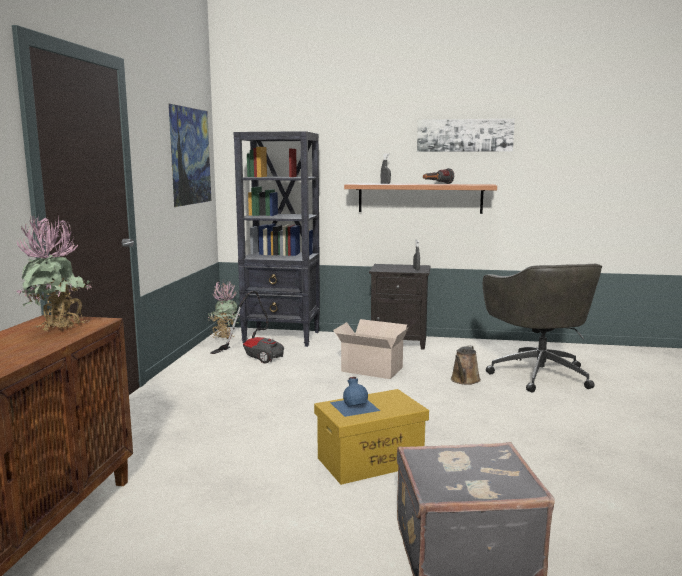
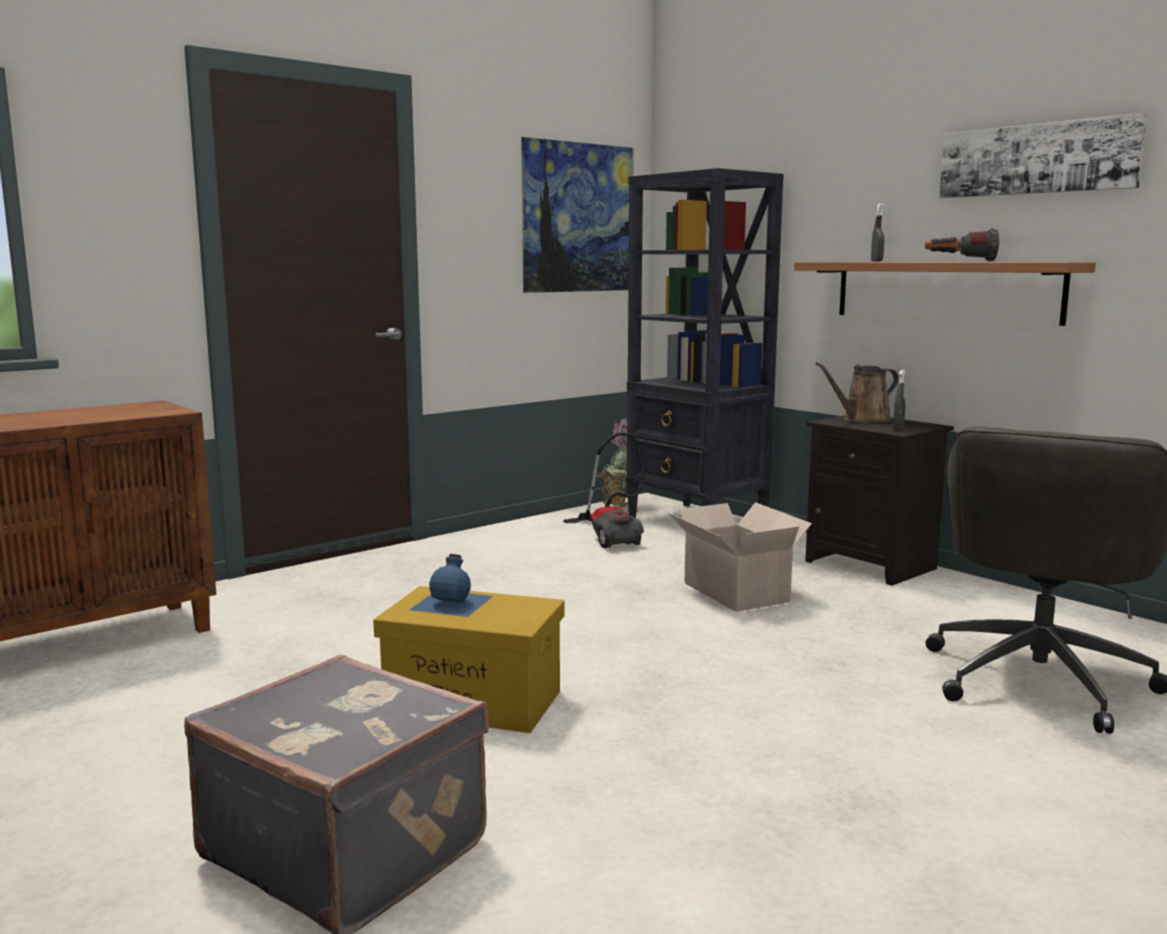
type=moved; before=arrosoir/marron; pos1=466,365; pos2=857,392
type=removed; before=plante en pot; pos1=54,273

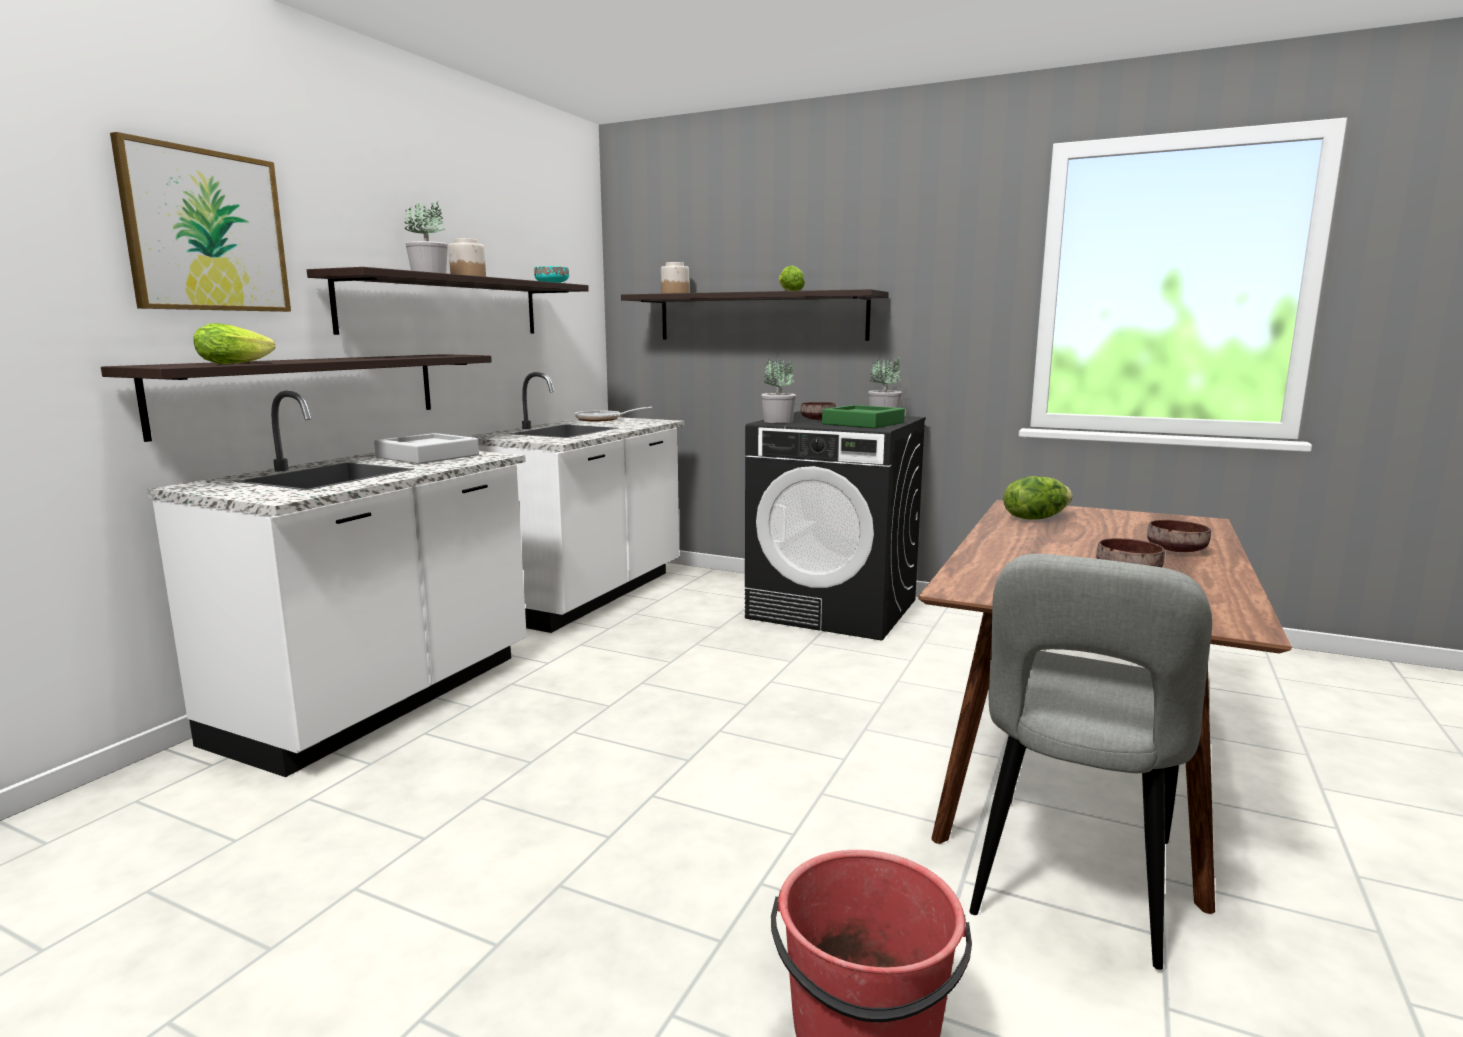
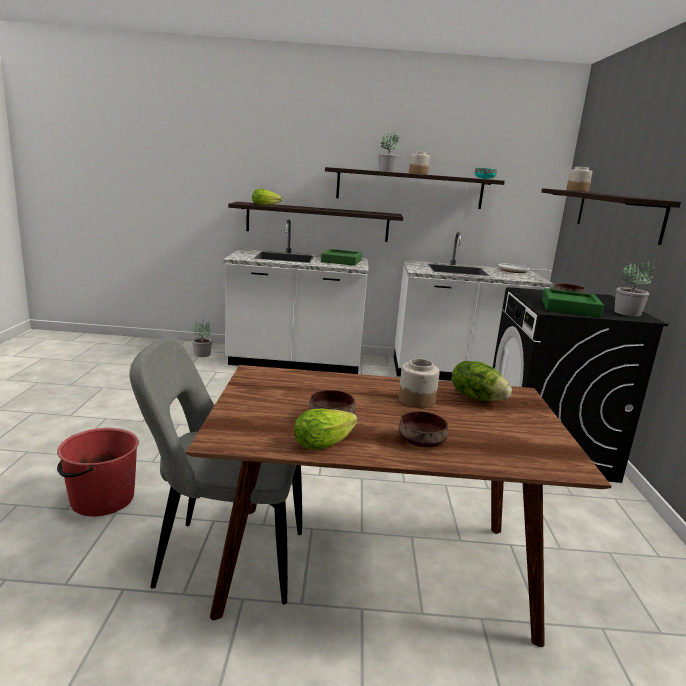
type=moved; before=plante en pot; pos1=778,390; pos2=202,338
type=moved; before=laitue; pos1=792,278; pos2=326,429
type=recoloured; before=plateau/gris; after=plateau/vert; pos1=426,448; pos2=341,257
type=added; after=bocal; pos2=419,383
type=removed; before=tableau; pos1=200,222

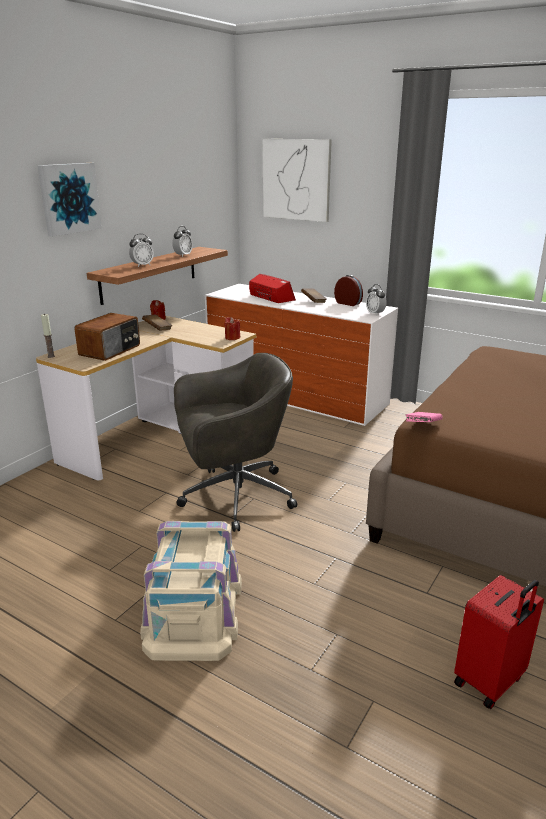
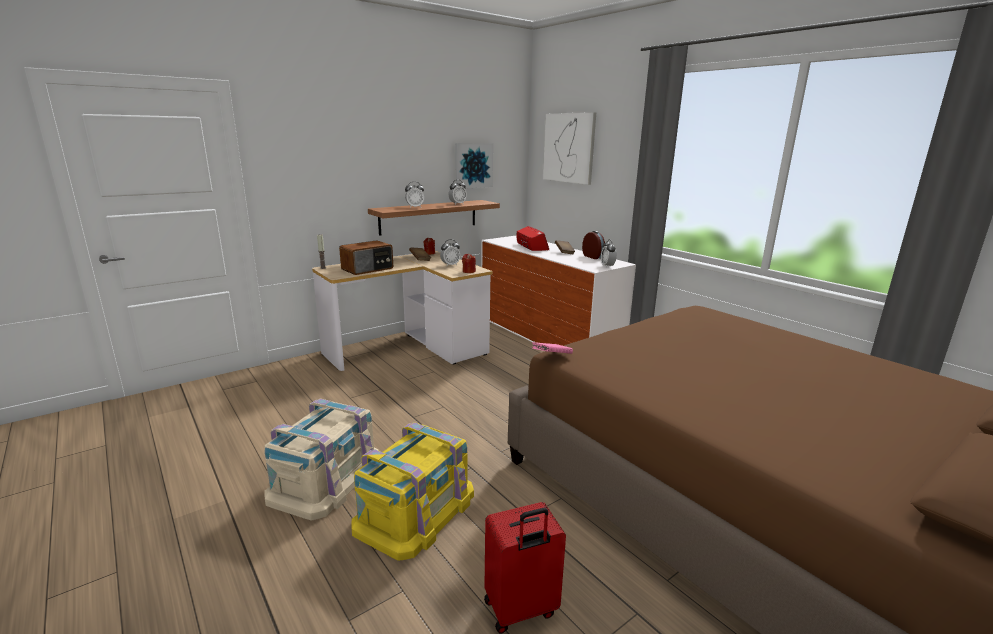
type=added; after=boîte de rangement/jaune; pos2=412,491
type=added; after=réveil; pos2=450,252
type=moved; before=tableau; pos1=69,200; pos2=474,166
type=removed; before=chaise de bureau/gris; pos1=235,442

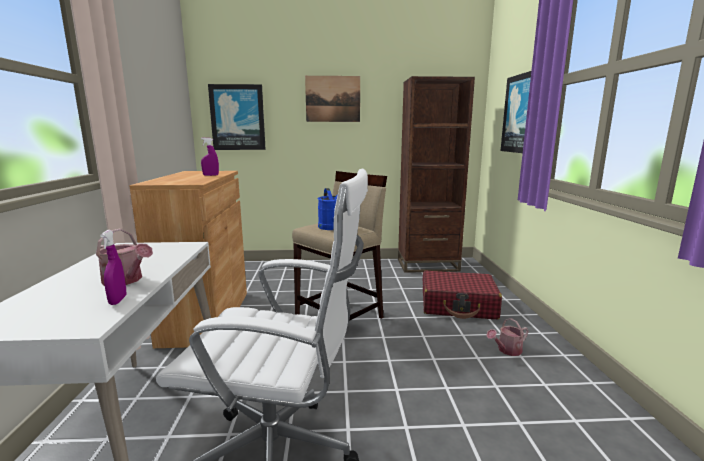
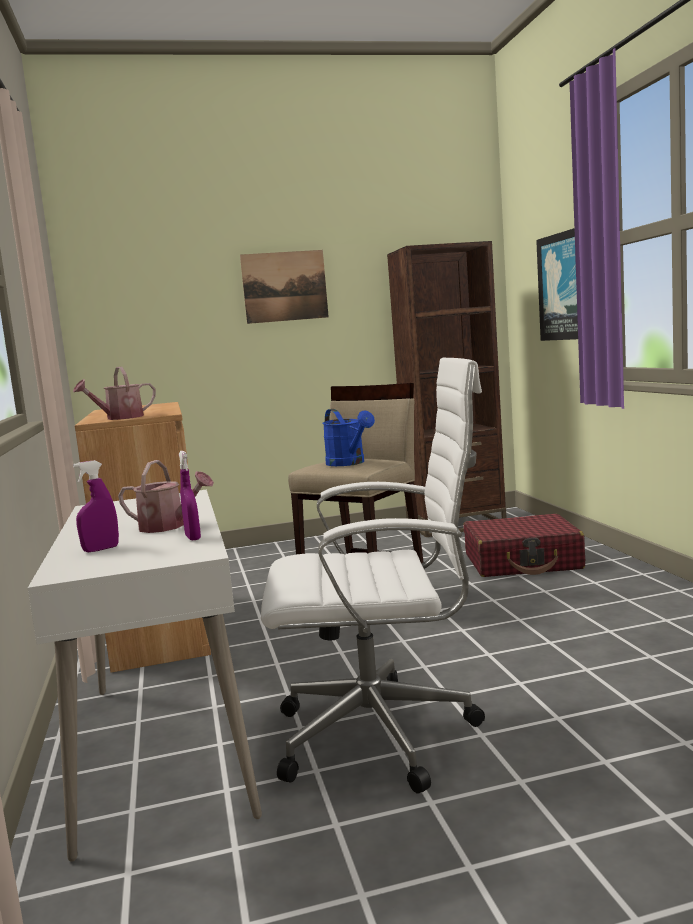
type=moved; before=arrosoir; pos1=507,337; pos2=114,393
type=moved; before=vaporisateur/violet; pos1=210,157; pos2=96,506
type=removed; before=tableau; pos1=237,117

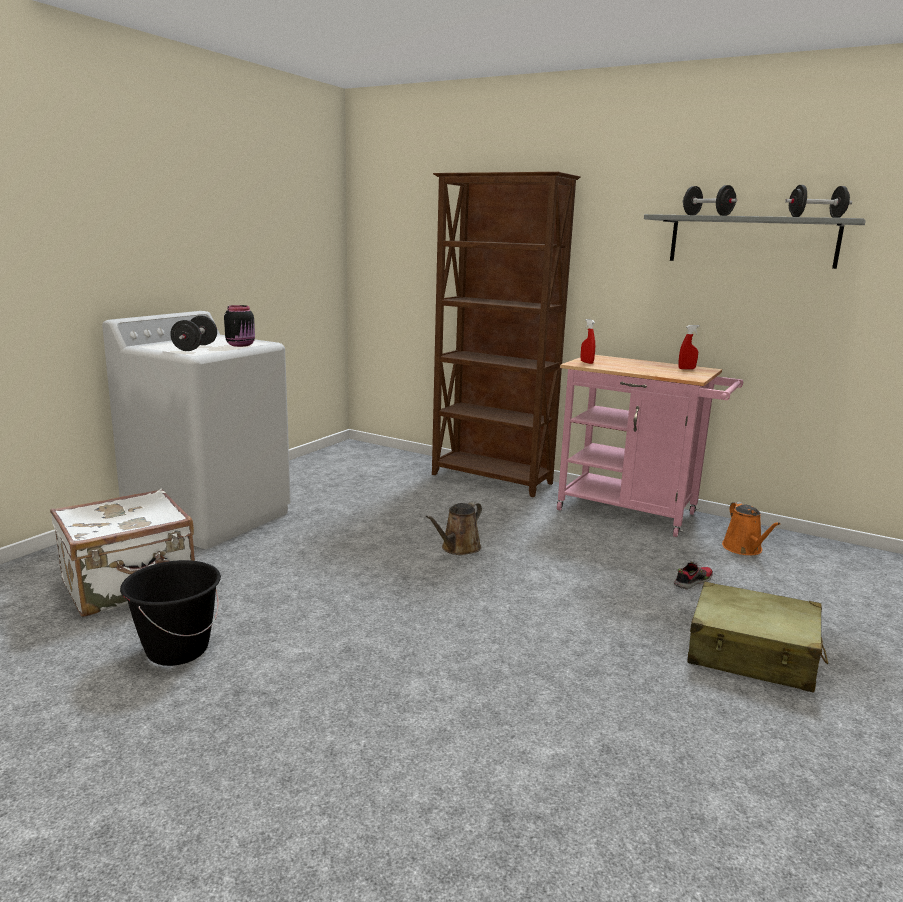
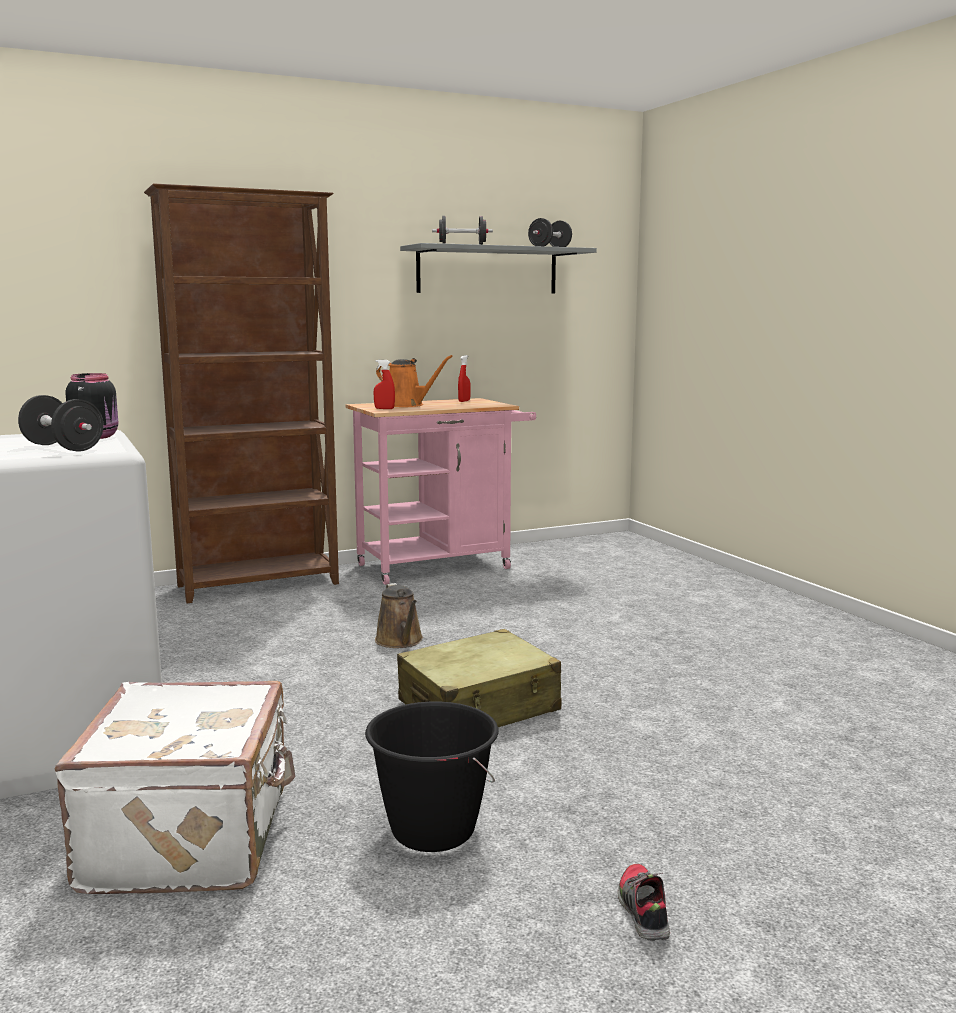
type=moved; before=arrosoir/orange; pos1=751,528; pos2=414,381
type=moved; before=valise/beige; pos1=757,637; pos2=479,678
type=moved; before=chaussure; pos1=693,575; pos2=644,902

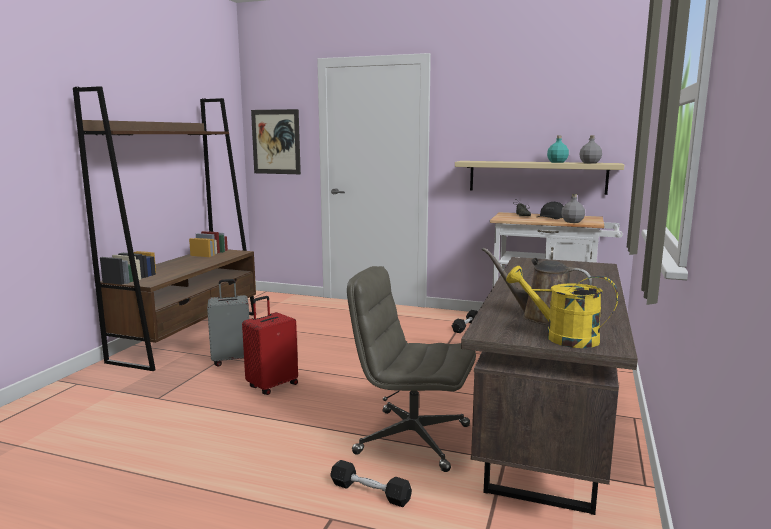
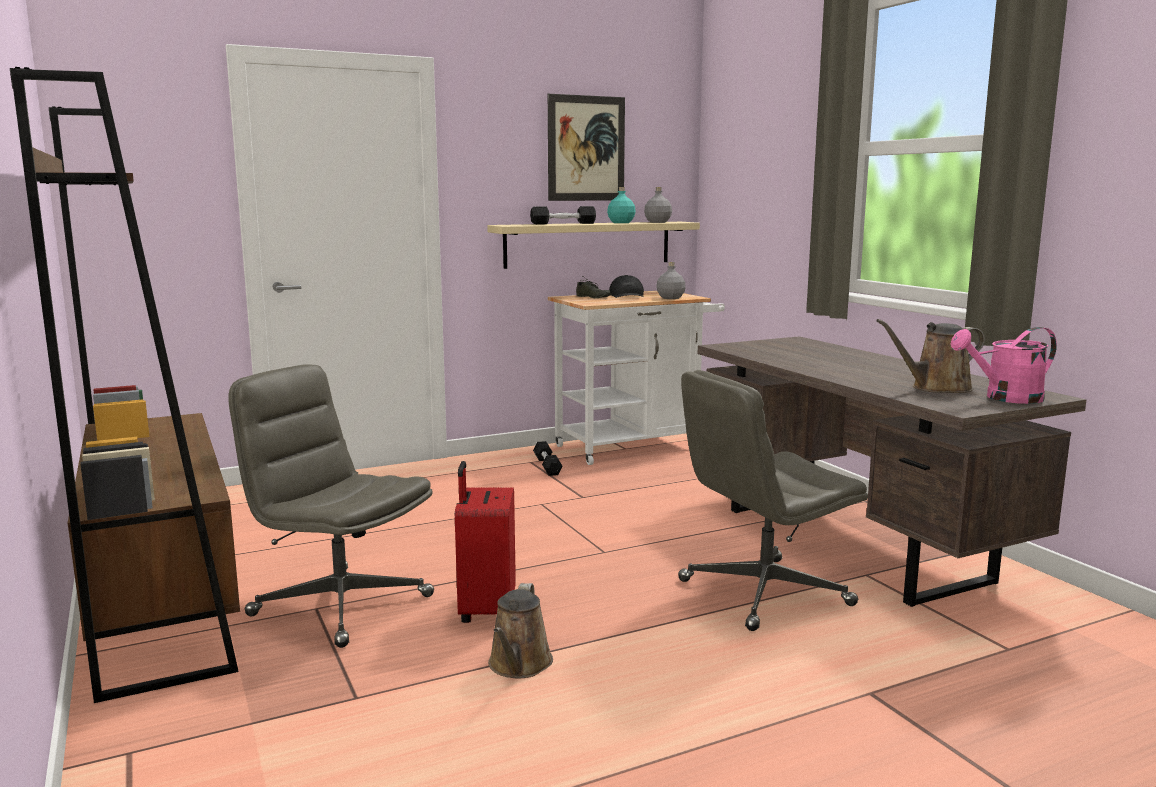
type=replaced; before=valise/gris; after=chaise de bureau/gris; pos1=228,323; pos2=331,506
type=added; after=arrosoir/marron; pos2=520,630
type=moved; before=haltère/noir; pos1=371,483; pos2=563,215
type=moved; before=tableau; pos1=276,141; pos2=586,147
type=recoloured; before=arrosoir/jaune; after=arrosoir/rose; pos1=562,307; pos2=1003,365

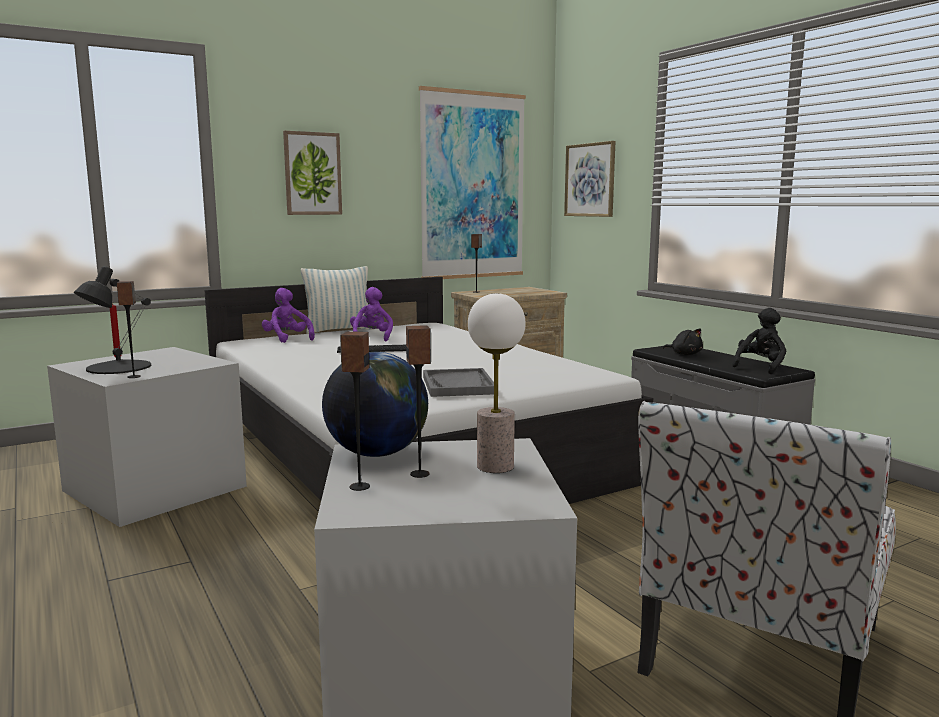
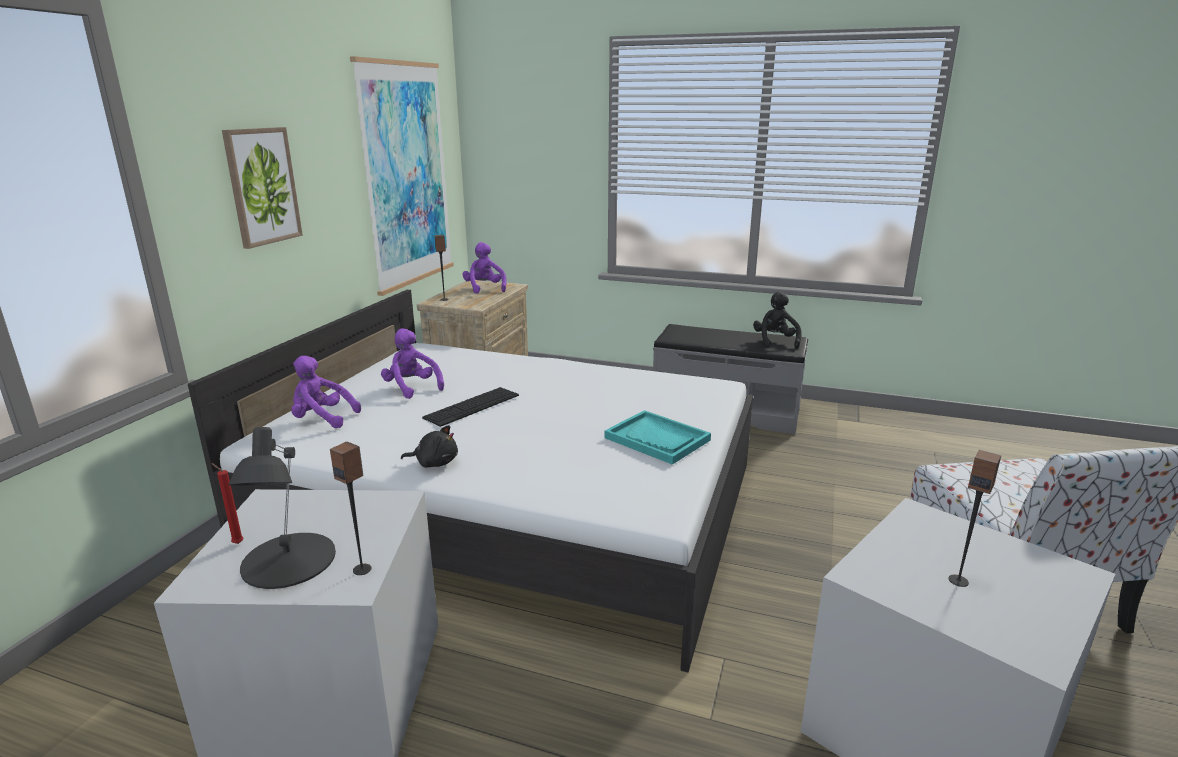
type=moved; before=peluche/noir; pos1=683,341; pos2=429,446
type=added; after=peluche/violet; pos2=484,268
type=recoloured; before=plateau/gris; after=plateau/turquoise; pos1=458,382; pos2=657,437
type=removed; before=coussin; pos1=337,300
type=removed; before=globe; pos1=375,404
type=removed; before=enceinte; pos1=355,411
type=removed; before=lampe de table; pos1=497,383
type=removed; before=tableau; pos1=590,179

